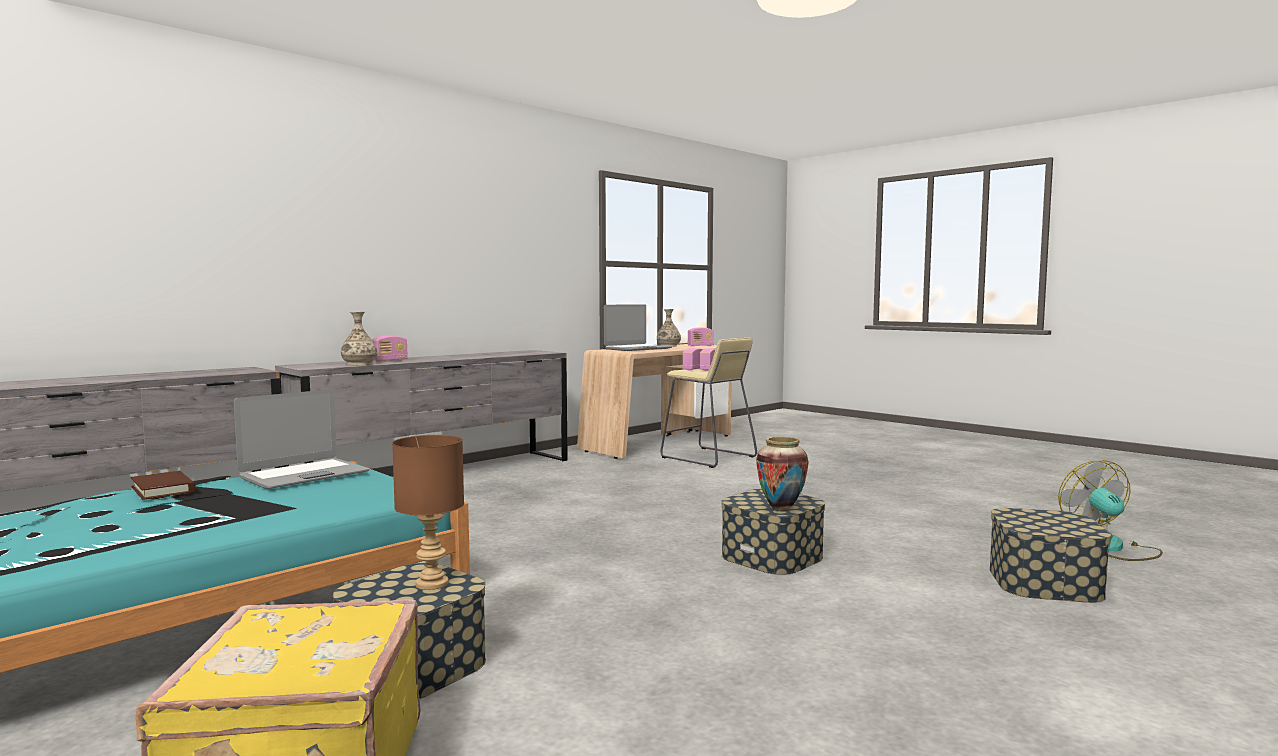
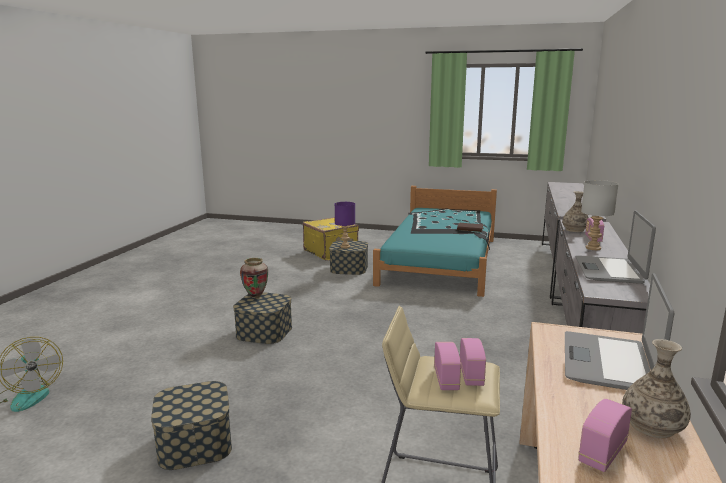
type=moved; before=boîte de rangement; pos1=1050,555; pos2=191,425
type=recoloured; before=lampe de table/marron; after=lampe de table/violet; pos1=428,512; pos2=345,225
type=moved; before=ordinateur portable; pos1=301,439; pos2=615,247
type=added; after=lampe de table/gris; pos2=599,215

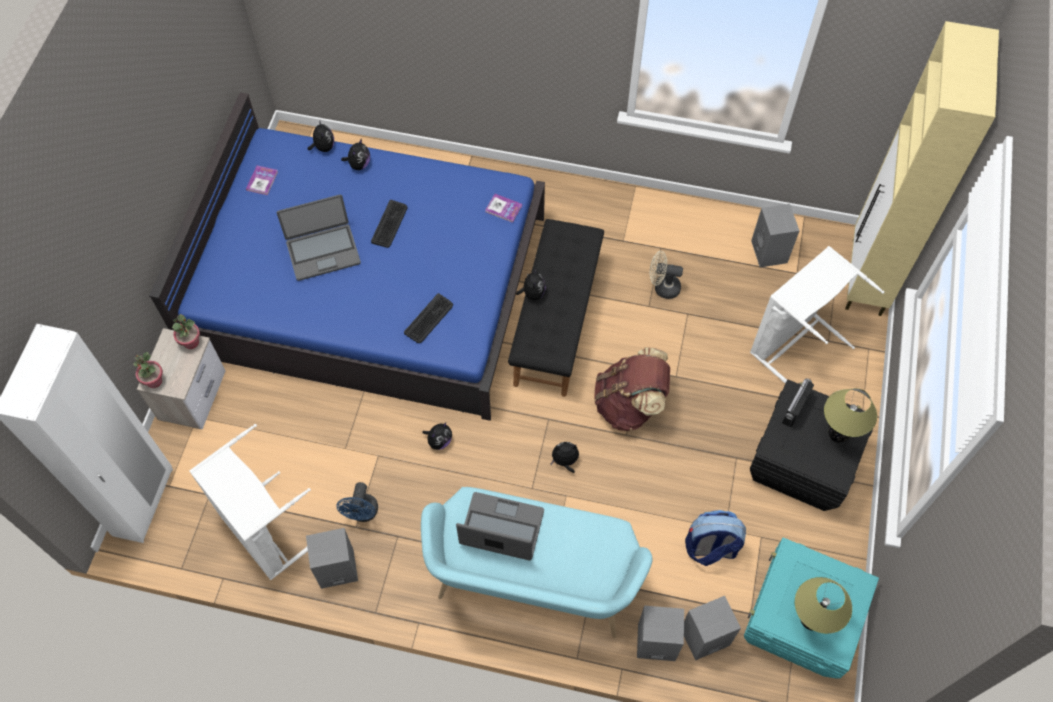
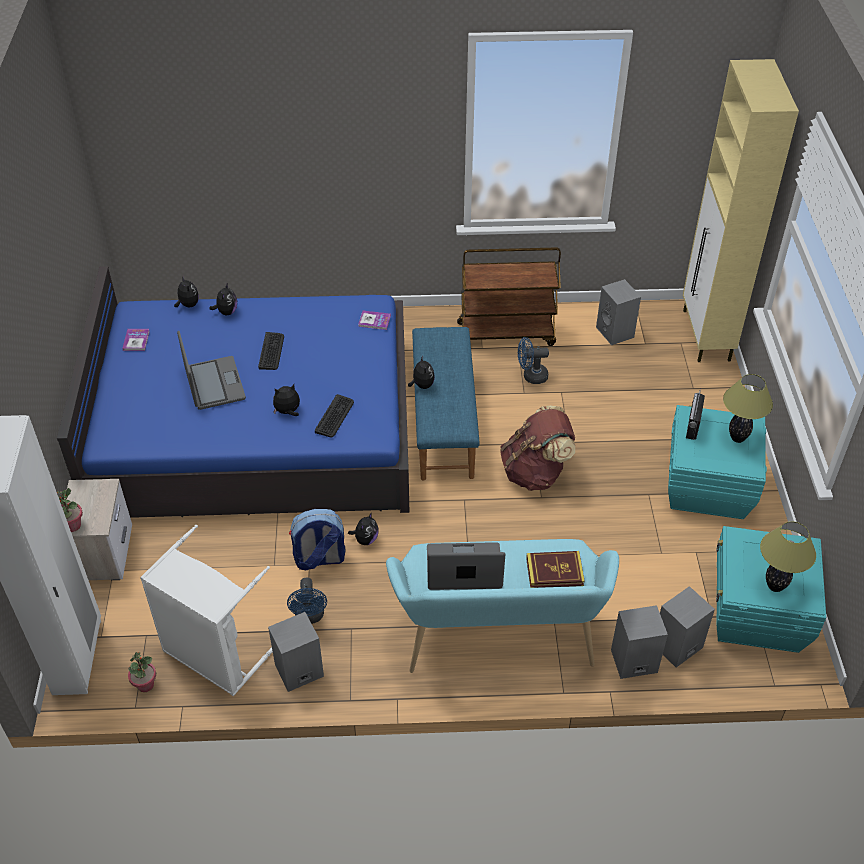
type=moved; before=plante en pot; pos1=186,331; pos2=142,672
type=turned; before=ordinateur portable; pos1=319,238; pos2=211,370; turn=-75
type=moved; before=peluche; pos1=565,457; pos2=286,400
type=moved; before=sac à dos; pos1=715,538; pos2=317,539
type=recoloured; before=banc/noir; after=banc/bleu; pos1=556,308; pos2=446,403
type=added; after=chariot/marron; pos2=509,297
type=recoloured; before=ventilateur/beige; after=ventilateur/bleu; pos1=666,275; pos2=533,360
type=added; after=livre; pos2=555,569
type=recoloured; before=boîte de rangement/noir; after=boîte de rangement/turquoise; pos1=811,445; pos2=717,462
type=removed; before=panier à linge/blanc; pos1=817,314

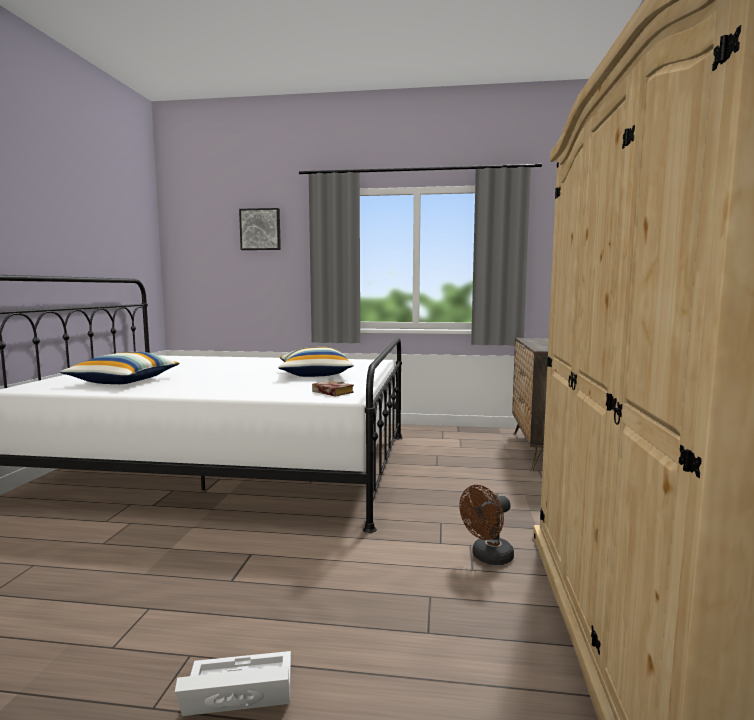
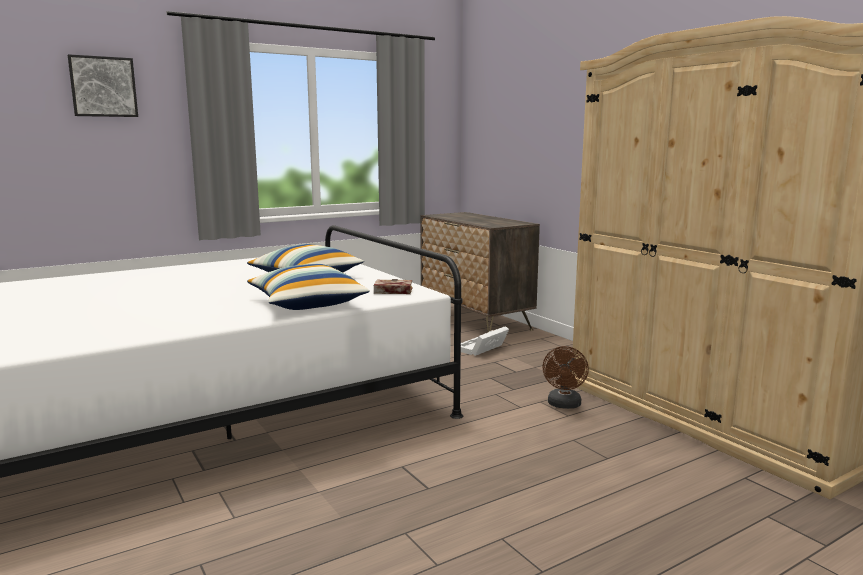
type=moved; before=coussin; pos1=119,368; pos2=308,287
type=moved; before=boîte de rangement/blanc; pos1=233,683; pos2=485,341

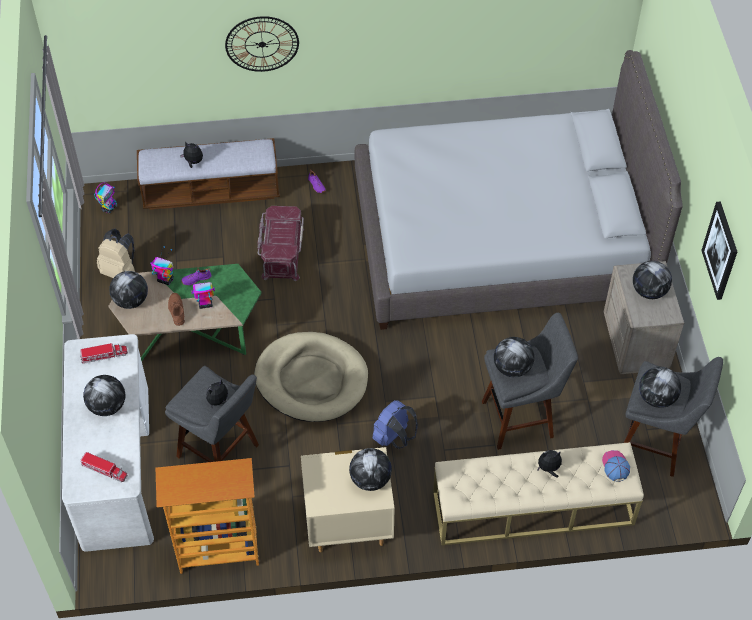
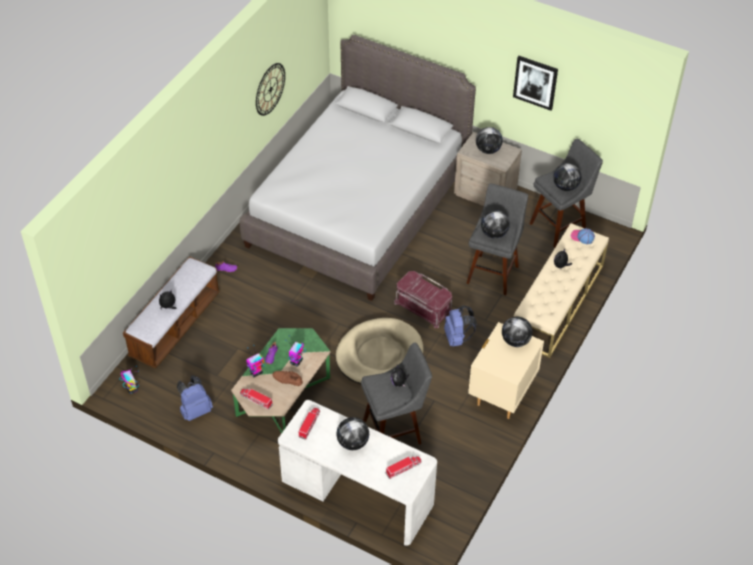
type=recoloured; before=sac à dos/beige; after=sac à dos/bleu; pos1=116,253; pos2=195,398
type=replaced; before=globe; after=camion jouet; pos1=128,290; pos2=256,399
type=moved; before=horloge murale; pos1=262,44; pos2=270,89
type=moved; before=boîte de rangement/rouge; pos1=280,243; pos2=423,299
type=removed; before=bibliothèque; pos1=207,516

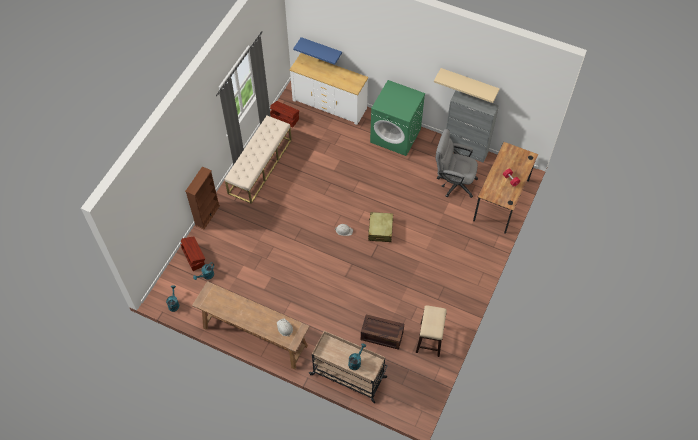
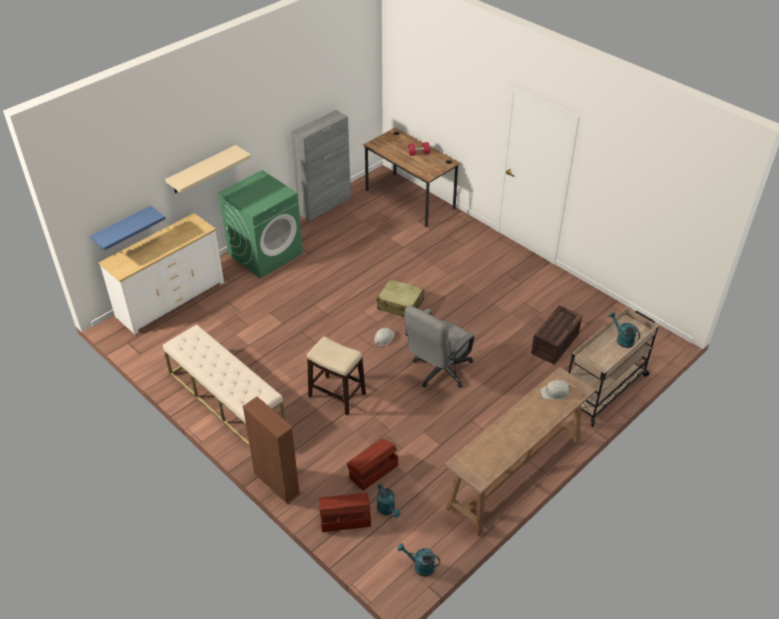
type=moved; before=étagère/beige; pos1=467,85; pos2=208,169
type=moved; before=tabouret; pos1=431,331; pos2=336,375
type=moved; before=boîte de rangement/marron; pos1=284,114; pos2=372,464
type=moved; before=chaise de bureau/gris; pos1=457,163; pos2=439,347

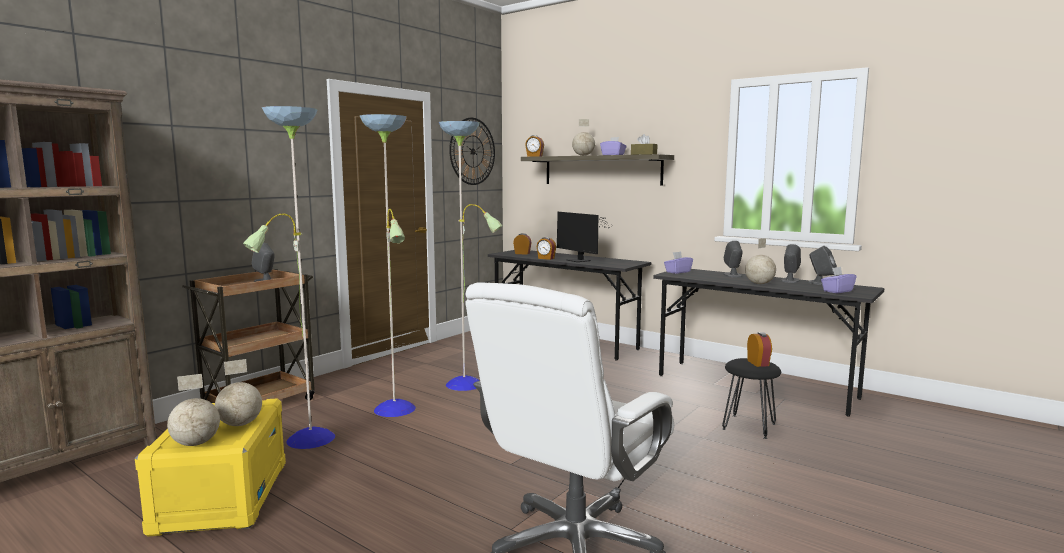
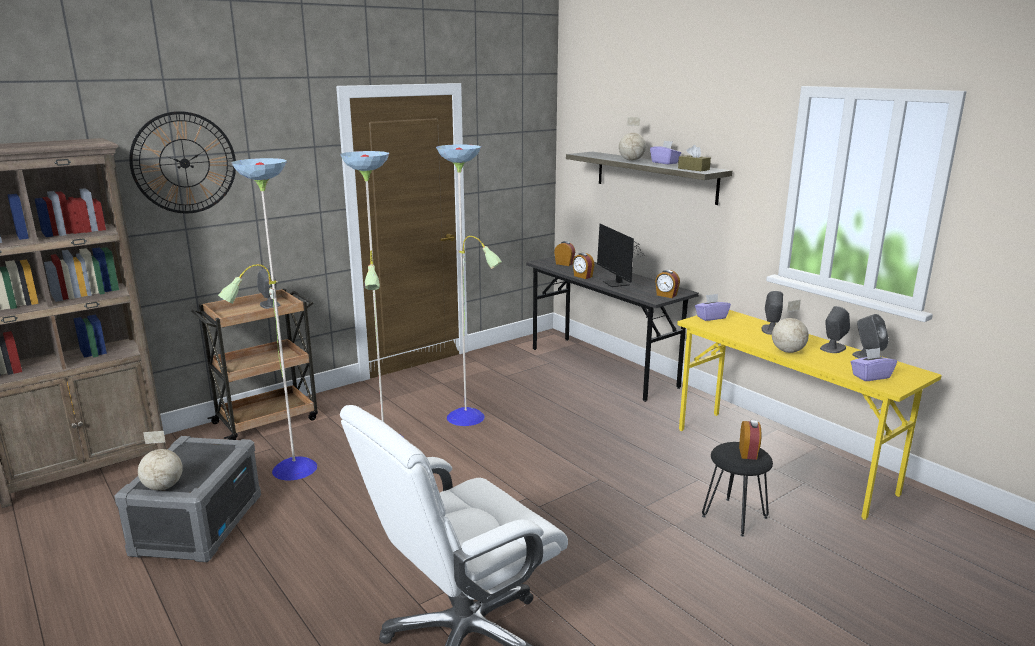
type=recoloured; before=boîte de rangement/jaune; after=boîte de rangement/gris; pos1=210,467; pos2=187,499
type=moved; before=horloge murale; pos1=472,151; pos2=182,162
type=moved; before=réveil; pos1=534,146; pos2=667,284
type=recoloured; before=bureau/gris; after=bureau/jaune; pos1=769,343; pos2=809,415
type=removed; before=globe; pos1=238,392

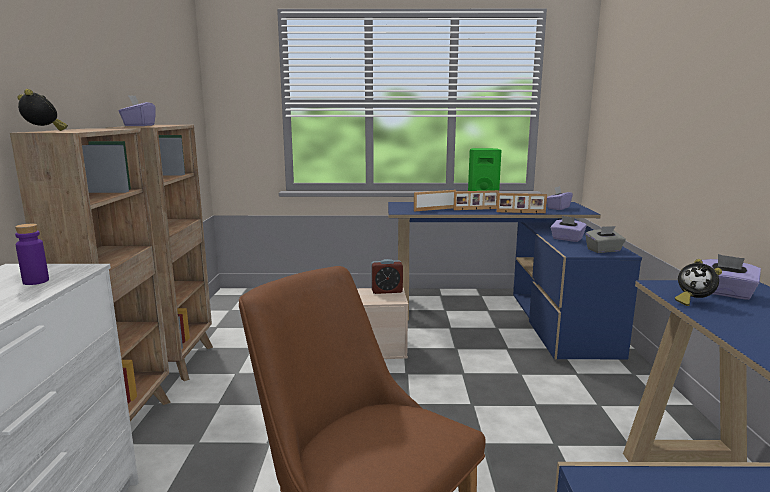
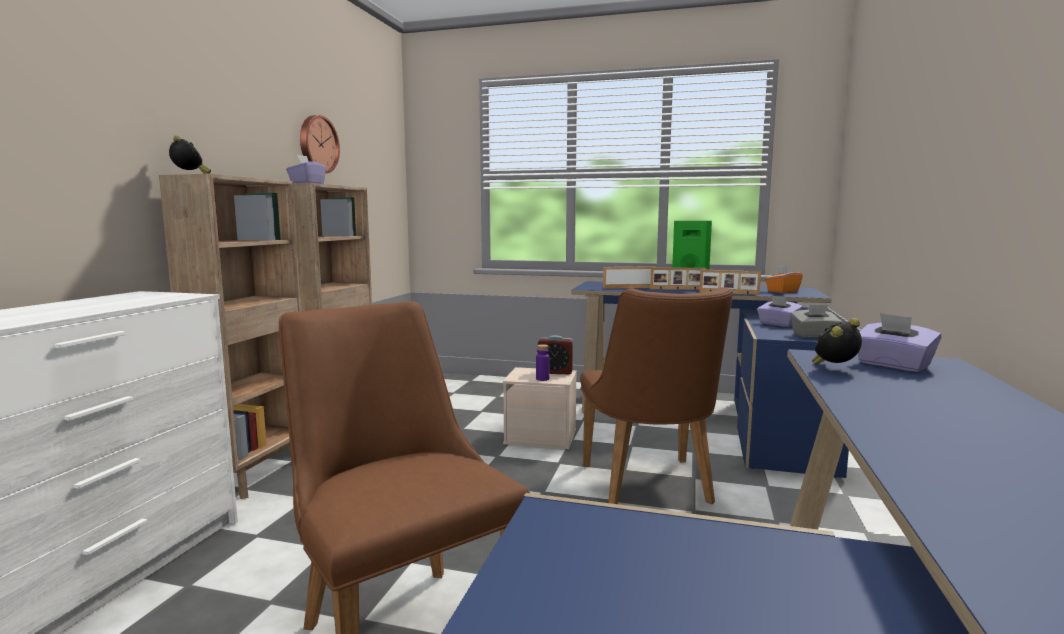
type=added; after=horloge murale; pos2=320,144
type=moved; before=bouteille/violet; pos1=32,254; pos2=543,362
type=added; after=chaise/marron; pos2=656,395
type=recoloured; before=boîte à mouchoirs/violet; after=boîte à mouchoirs/orange; pos1=560,198; pos2=784,279
type=turned; before=réveil; pos1=698,282; pos2=837,341; turn=90

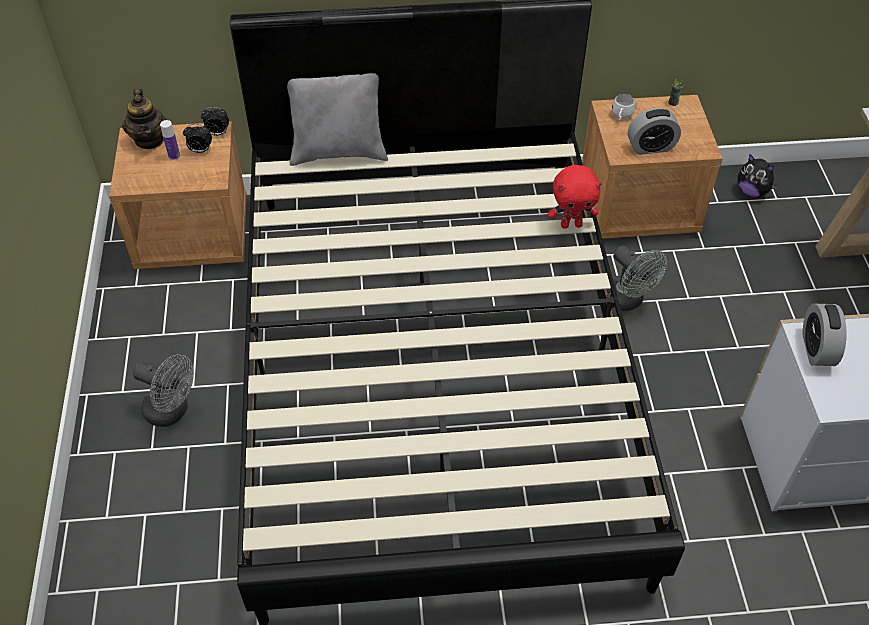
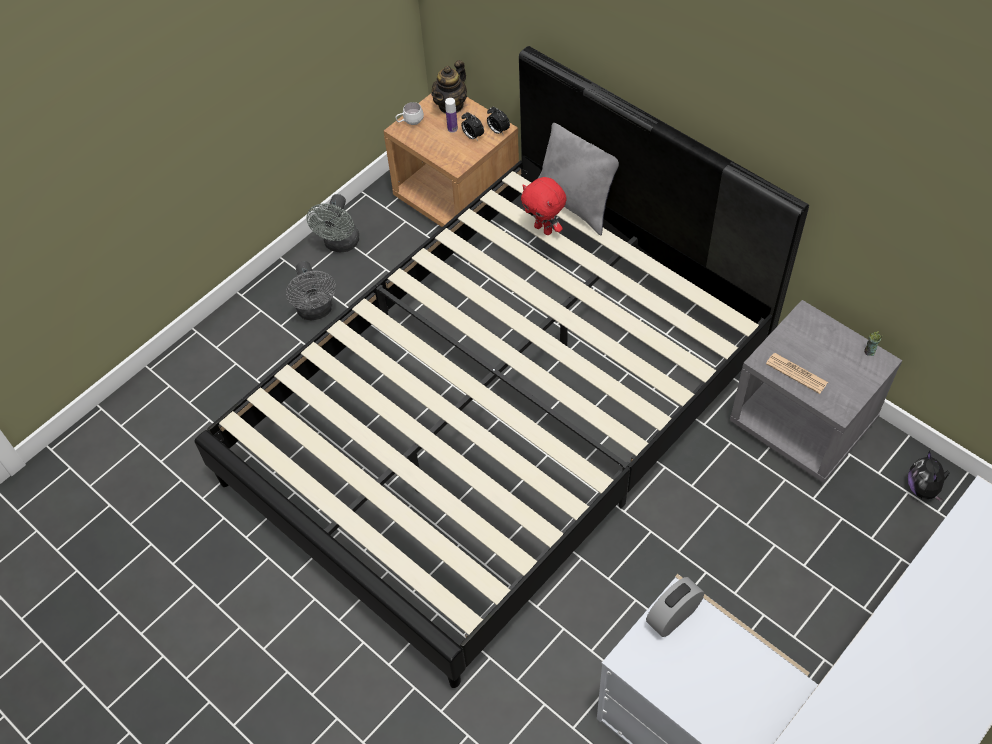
type=moved; before=ventilateur/gris; pos1=639,278; pos2=333,223
type=moved; before=mug/blanc; pos1=623,108; pos2=409,113
type=moved; before=peluche/rouge; pos1=575,197; pos2=543,206
type=recoloured; before=table de chevet/marron; after=table de chevet/gris; pos1=652,167; pos2=816,391
type=replaced; before=réveil; after=journal; pos1=654,131; pos2=797,373

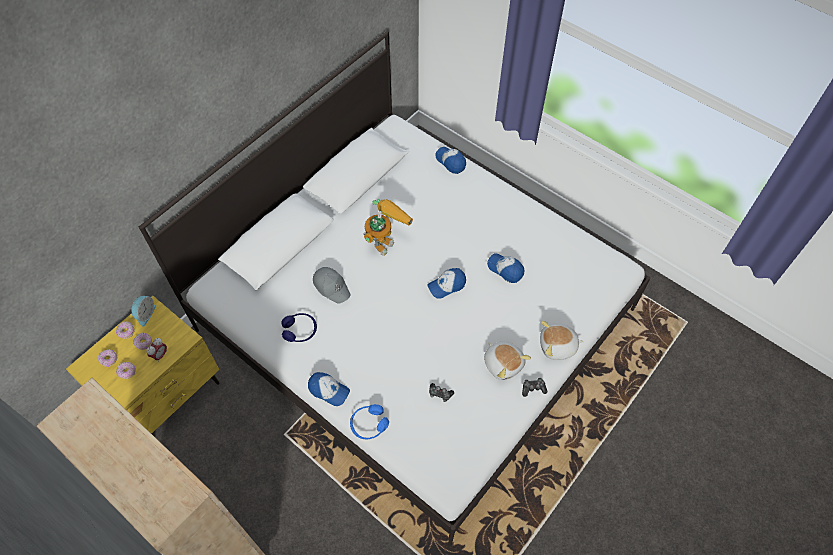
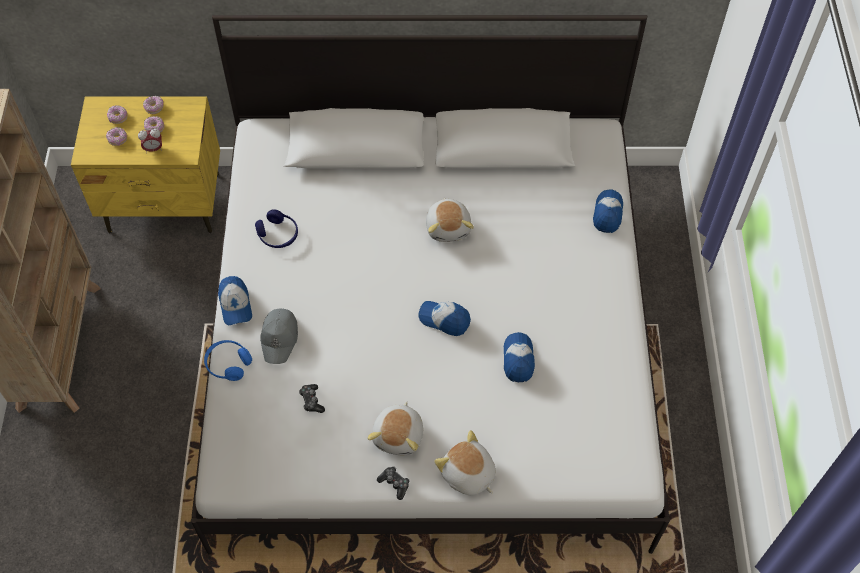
type=moved; before=casquette/gris; pos1=332,285; pos2=279,336
type=replaced; before=robot jouet; after=peluche; pos1=388,227; pos2=450,220
type=removed; before=réveil; pos1=143,311

